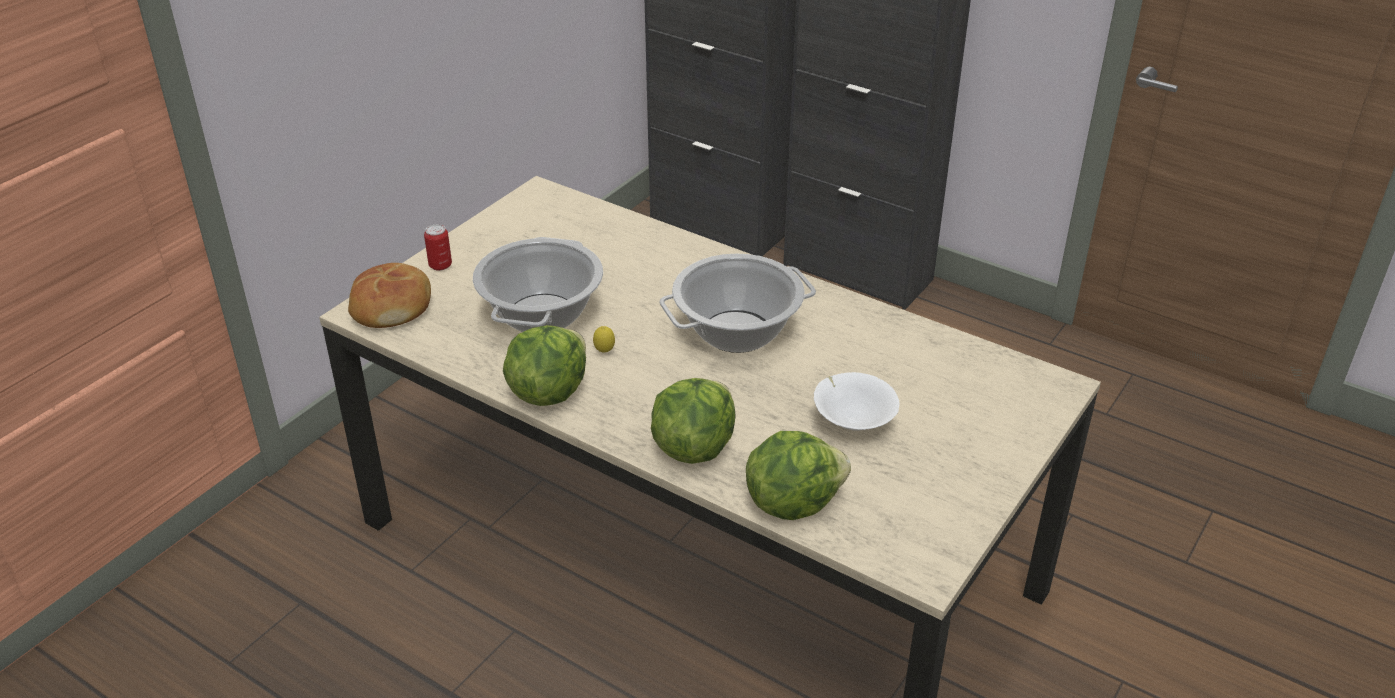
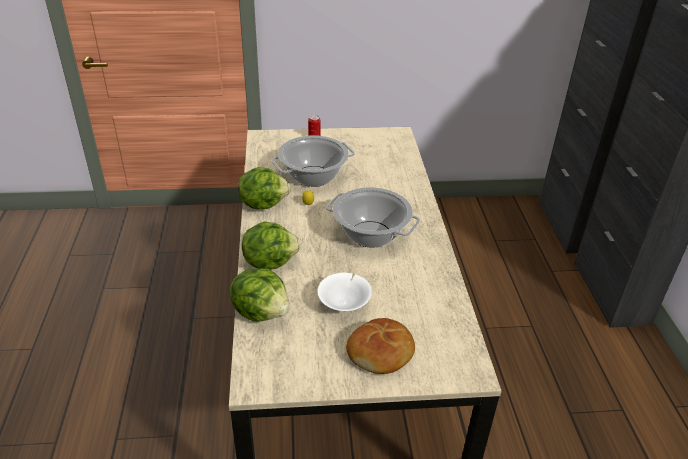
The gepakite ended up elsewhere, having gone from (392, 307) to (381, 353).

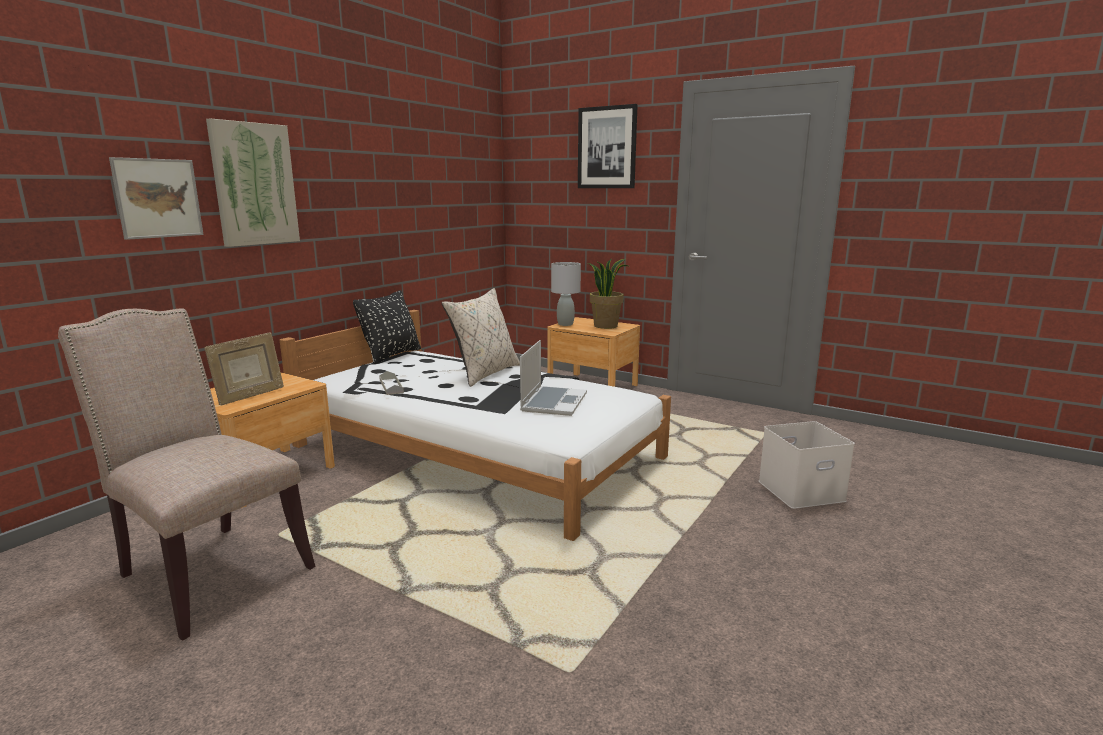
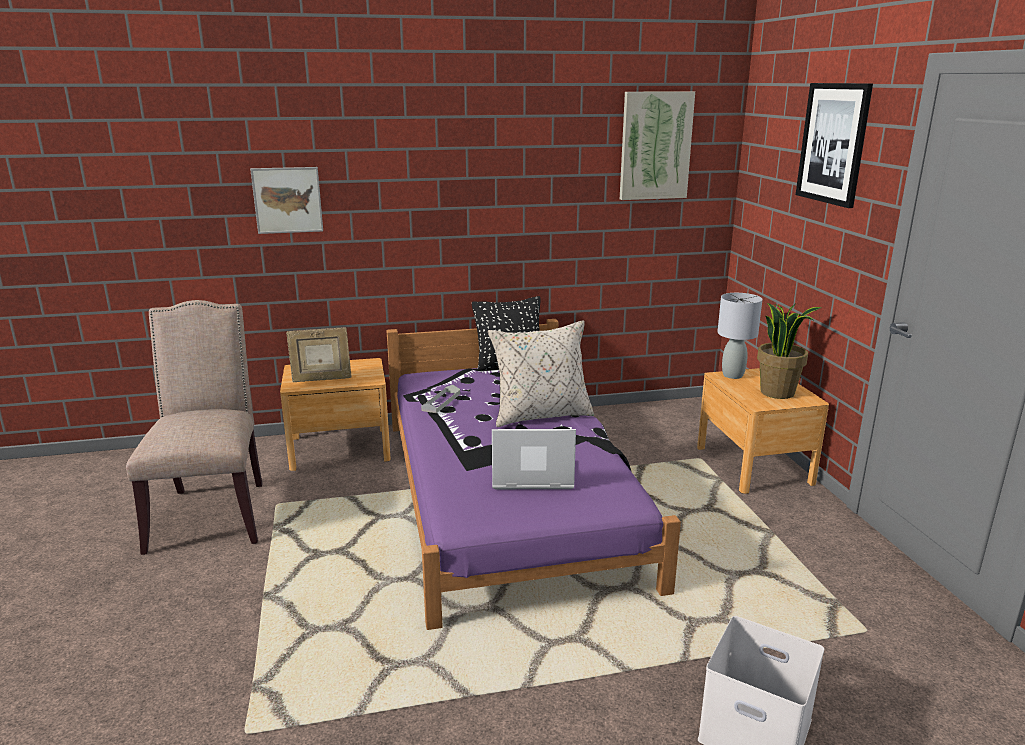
The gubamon ended up elsewhere, having gone from (254, 184) to (655, 146). What was the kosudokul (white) at (476, 451) turned into the kosudokul (purple) at (506, 495). The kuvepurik at (553, 402) ended up facing another way, 150 degrees counterclockwise from before.

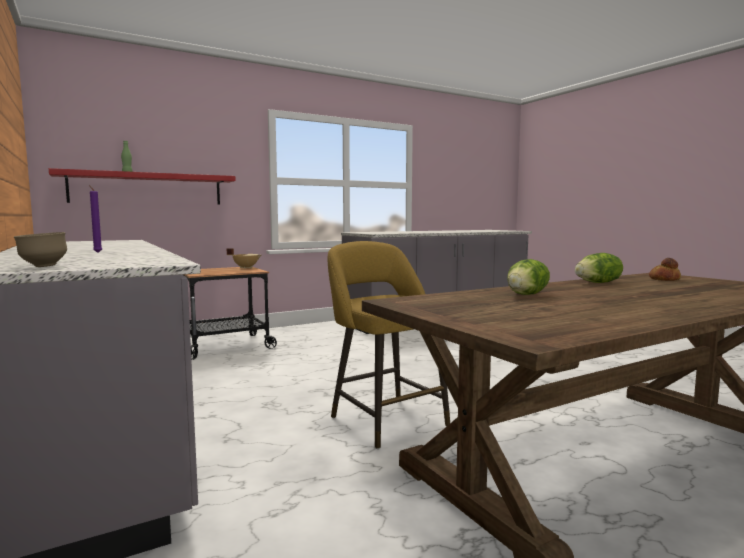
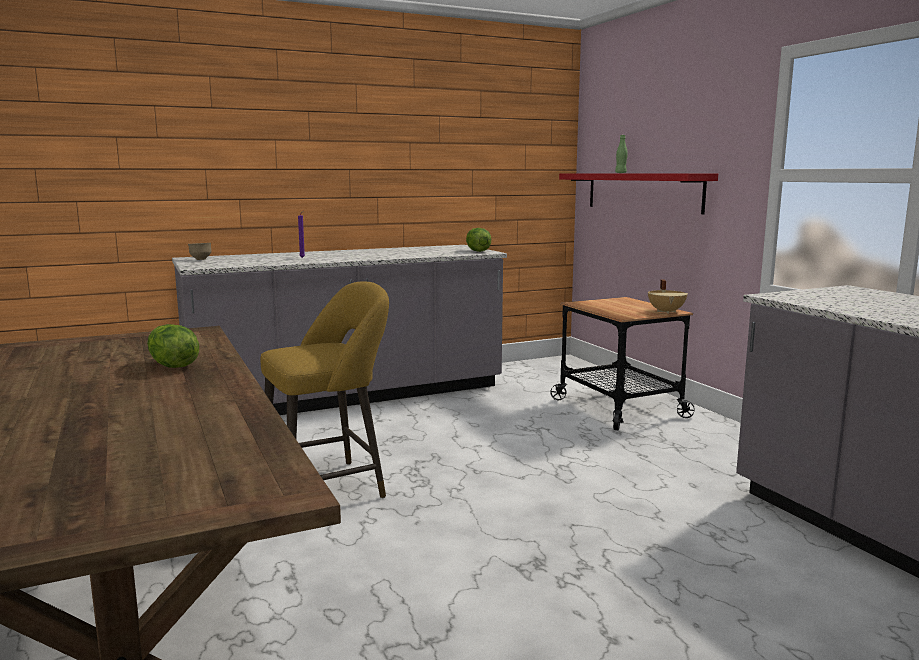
The second view lost the gepakite at (664, 279). The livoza ended up elsewhere, having gone from (598, 283) to (477, 251).

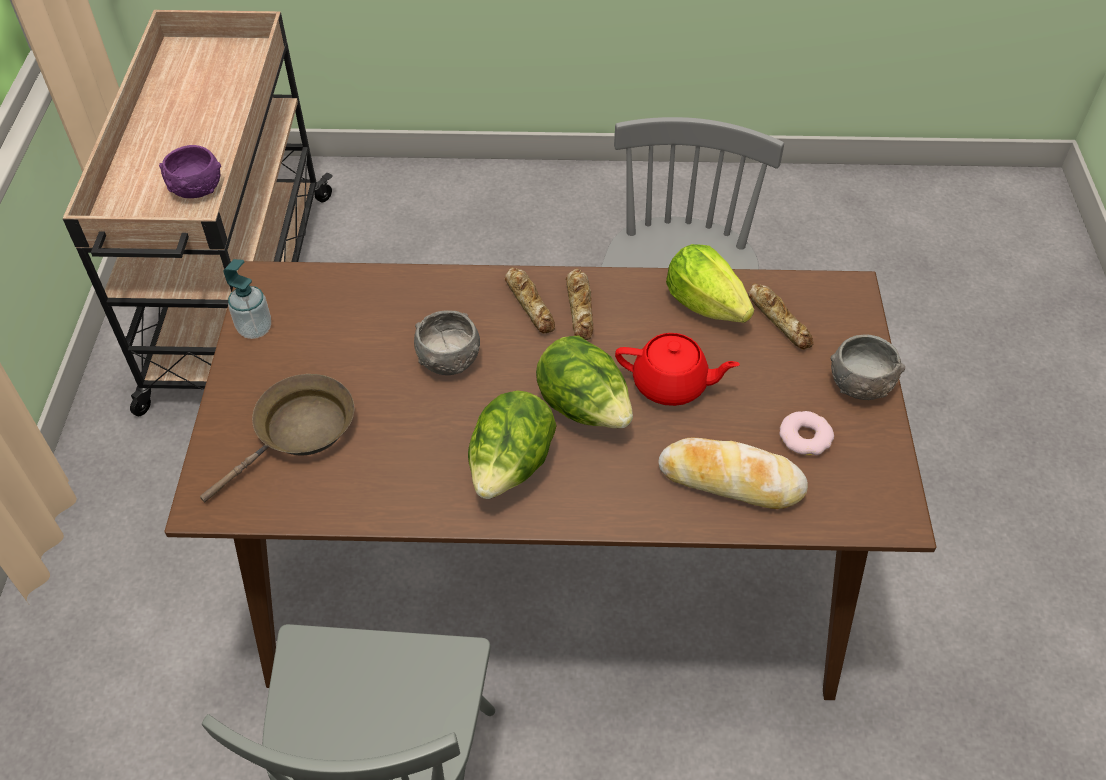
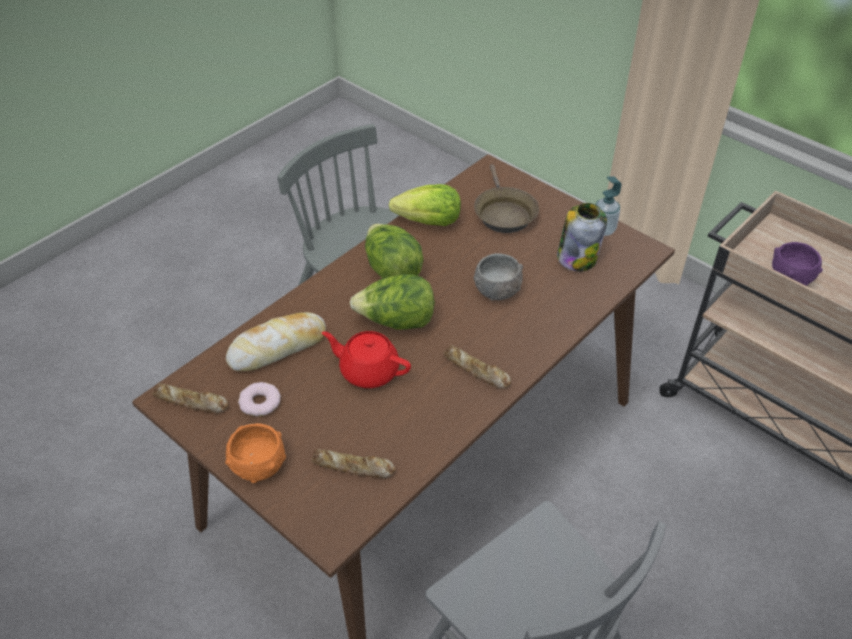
The second view gained the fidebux at (577, 257). The gepakite ended up elsewhere, having gone from (530, 304) to (191, 402). The livoza ended up elsewhere, having gone from (705, 304) to (429, 222). What was the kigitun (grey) at (860, 383) turned into the kigitun (orange) at (257, 465). The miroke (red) at (671, 384) ended up facing another way, 60 degrees clockwise from before.

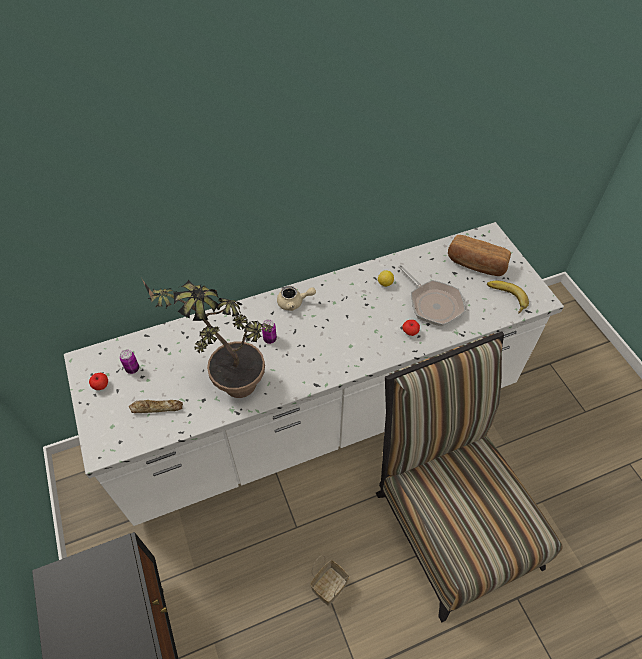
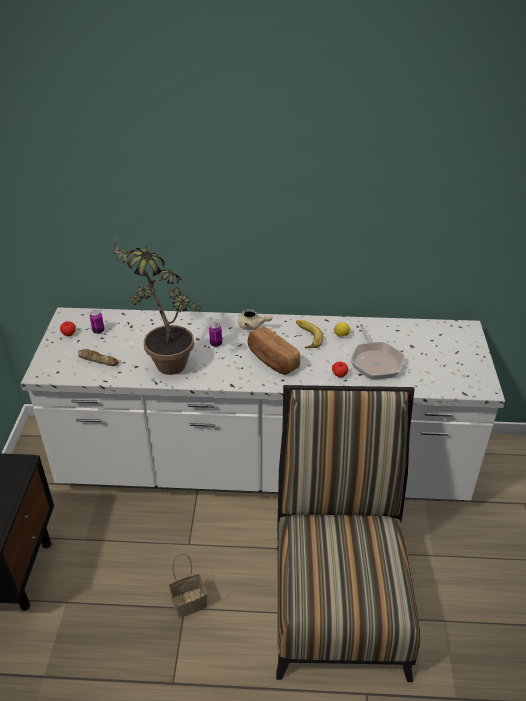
The gepakite ended up elsewhere, having gone from (476, 264) to (272, 360). The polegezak ended up elsewhere, having gone from (505, 298) to (305, 337).

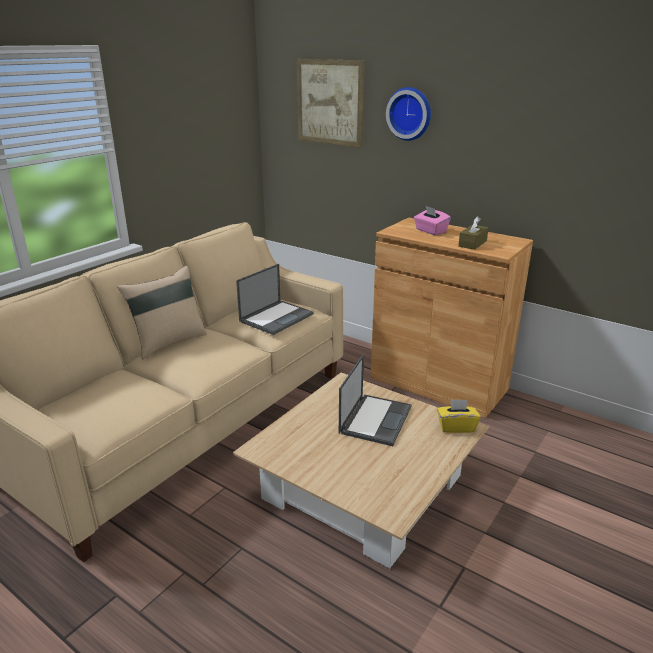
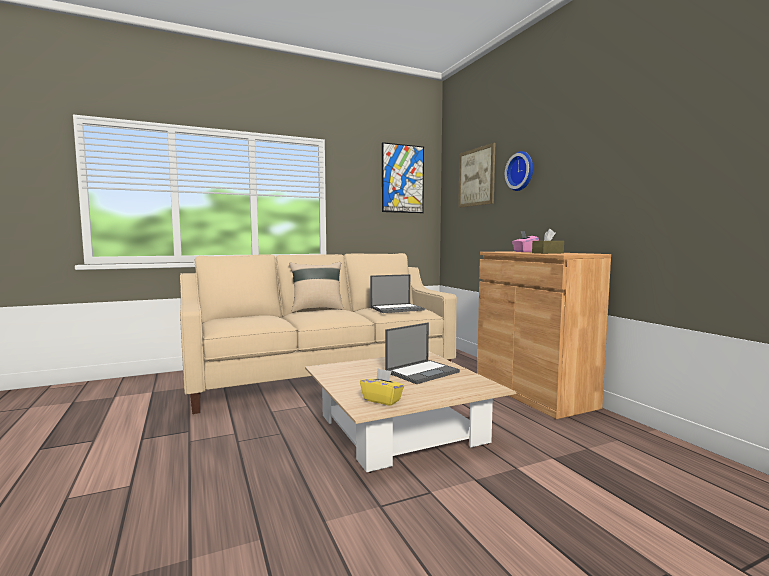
The second view gained the gubamon at (402, 179). The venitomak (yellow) ended up elsewhere, having gone from (456, 427) to (382, 400).

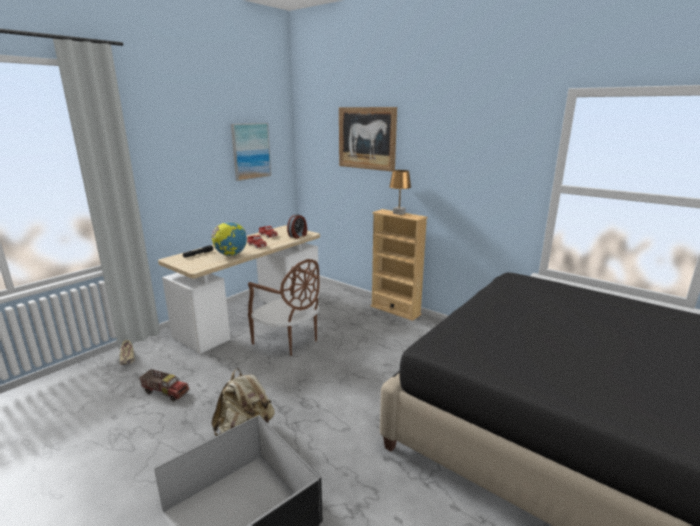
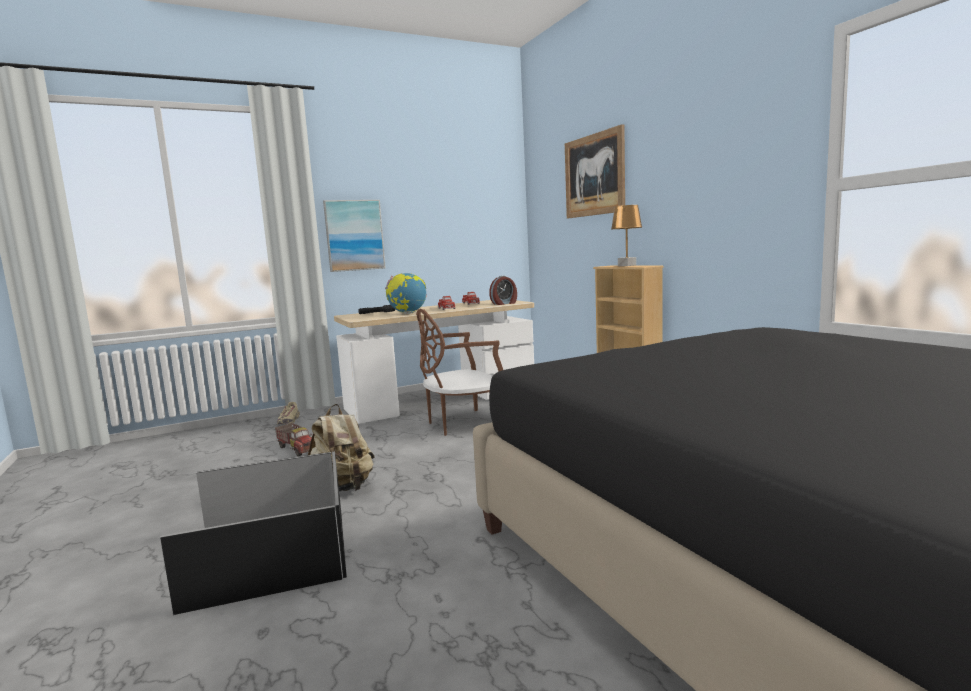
The gubamon ended up elsewhere, having gone from (251, 151) to (354, 235). The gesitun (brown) at (289, 341) ended up facing another way, 90 degrees clockwise from before.

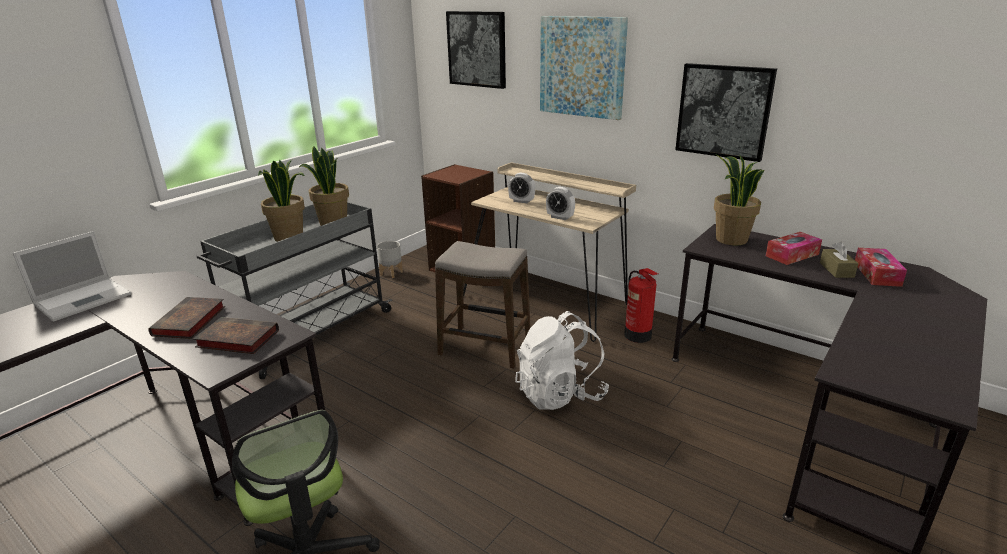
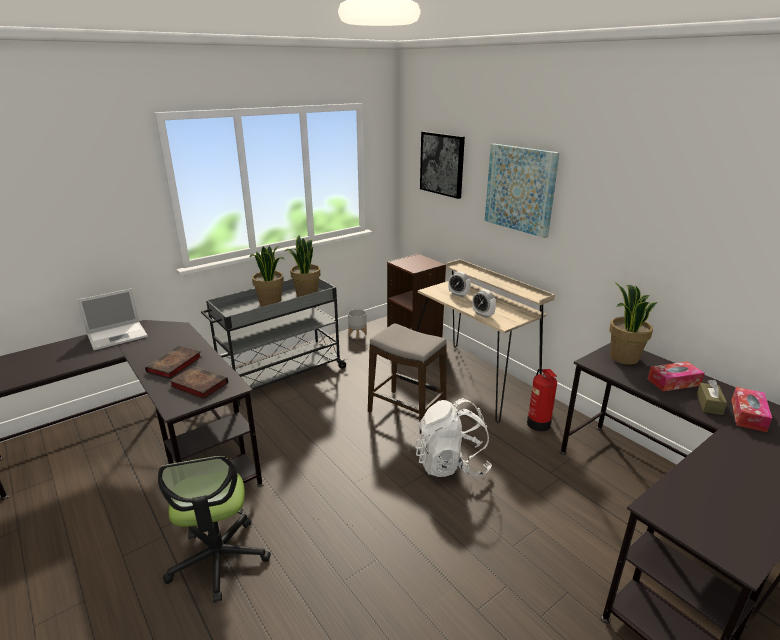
The second view lost the gubamon at (724, 111).

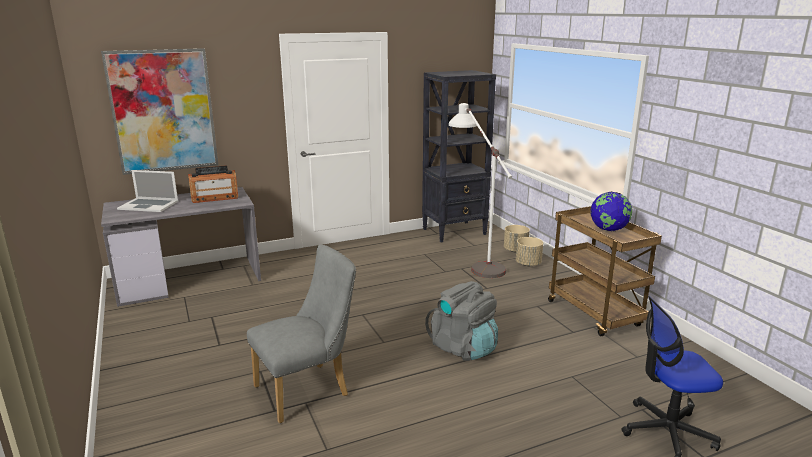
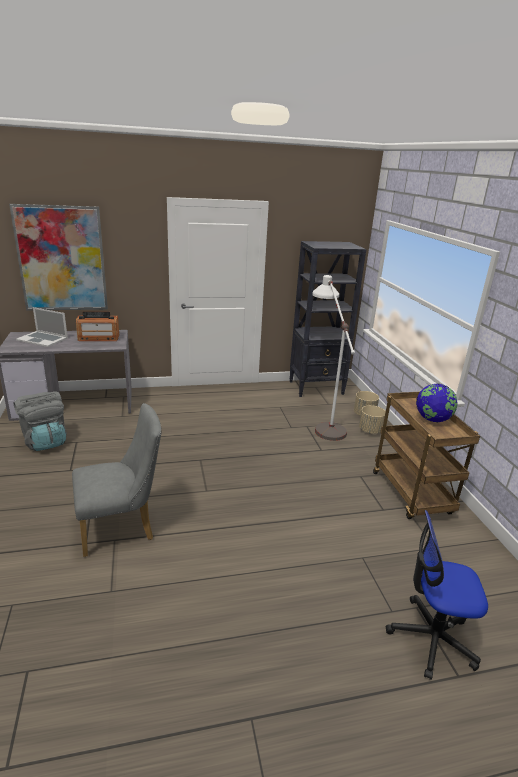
The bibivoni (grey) ended up elsewhere, having gone from (463, 348) to (45, 441).

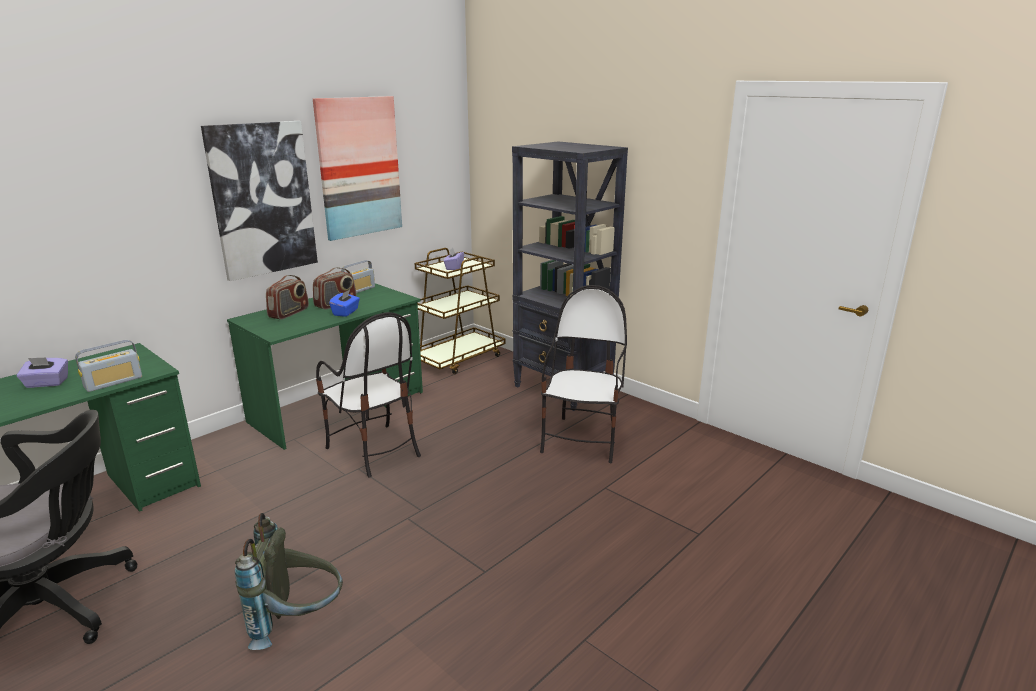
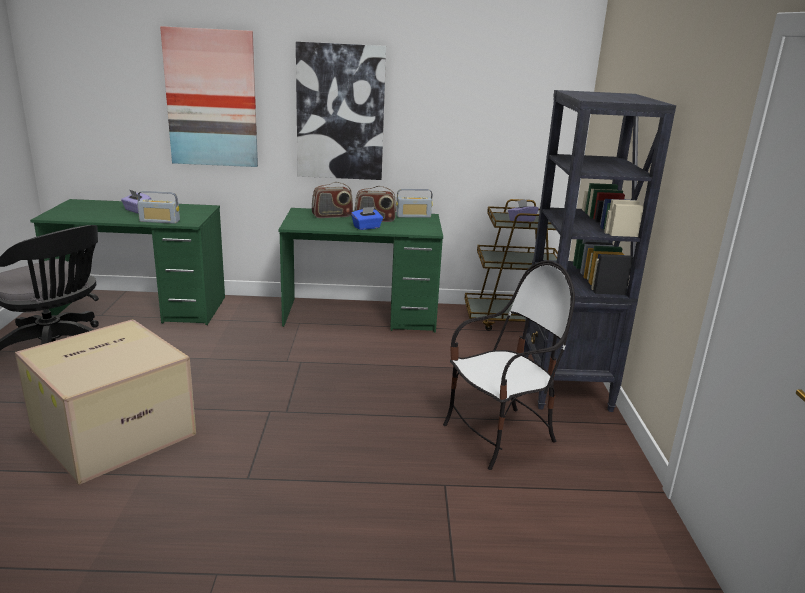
The second view lost the gesitun at (374, 450). The gubamon ended up elsewhere, having gone from (359, 167) to (211, 98). Where the bibivoni (grey) stood at (298, 622), the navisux came to stand at (114, 430).

